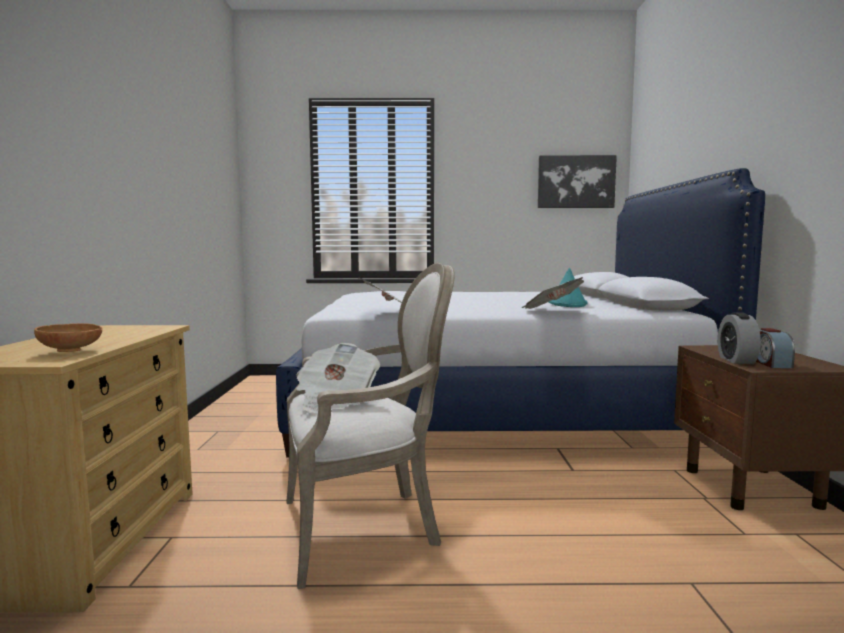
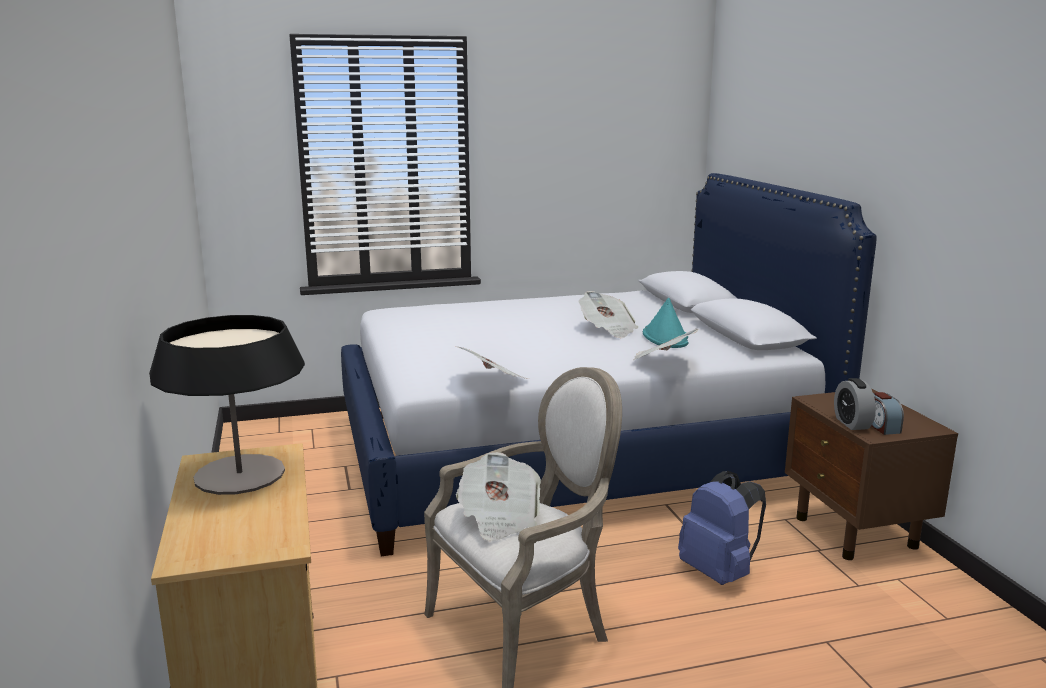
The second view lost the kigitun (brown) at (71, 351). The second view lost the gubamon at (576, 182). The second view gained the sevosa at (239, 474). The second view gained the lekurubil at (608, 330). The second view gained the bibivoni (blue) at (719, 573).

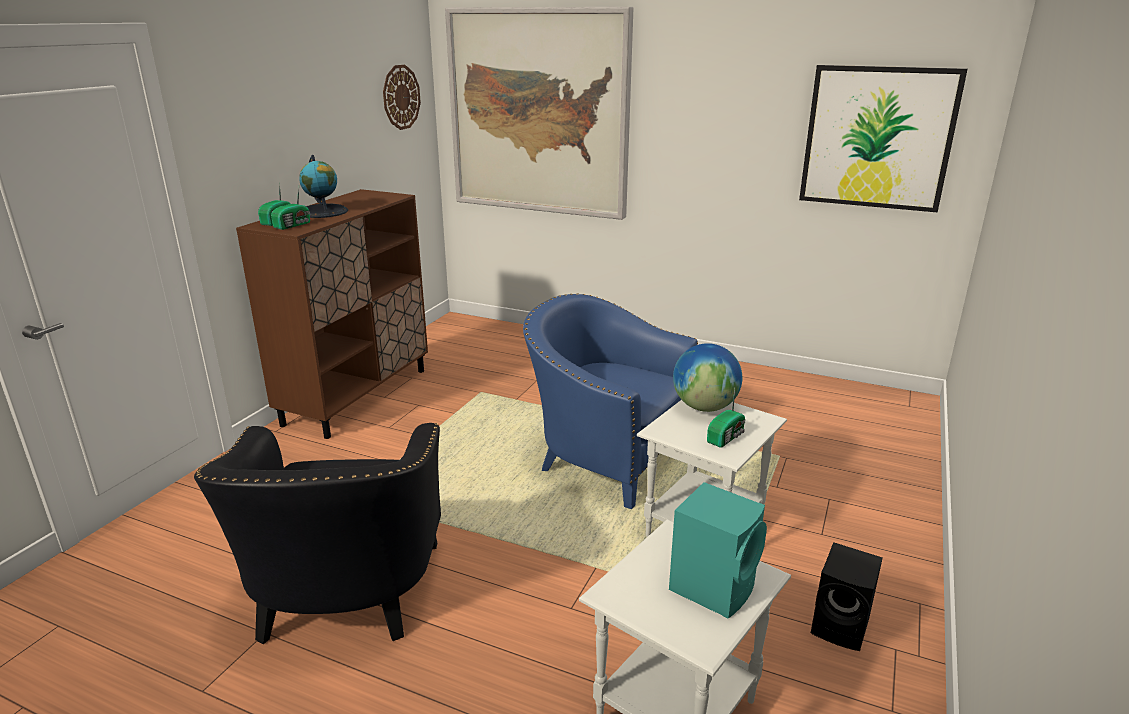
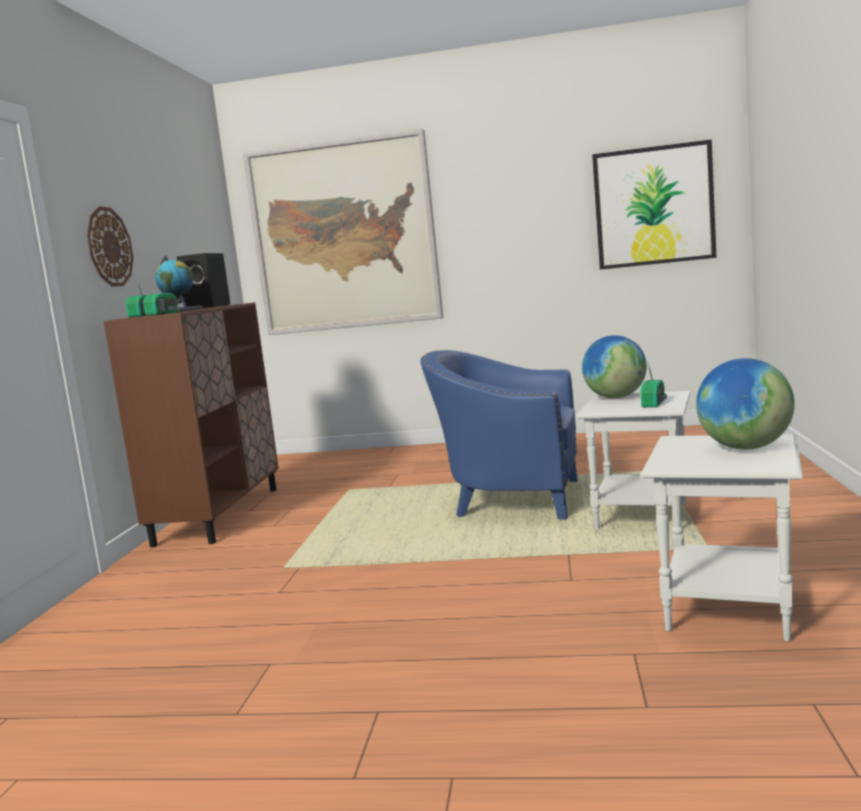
The second view lost the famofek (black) at (343, 598). The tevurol ended up elsewhere, having gone from (401, 97) to (109, 247). The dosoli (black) ended up elsewhere, having gone from (842, 627) to (209, 307). Where the dosoli (turquoise) stood at (714, 586), the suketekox came to stand at (745, 448).

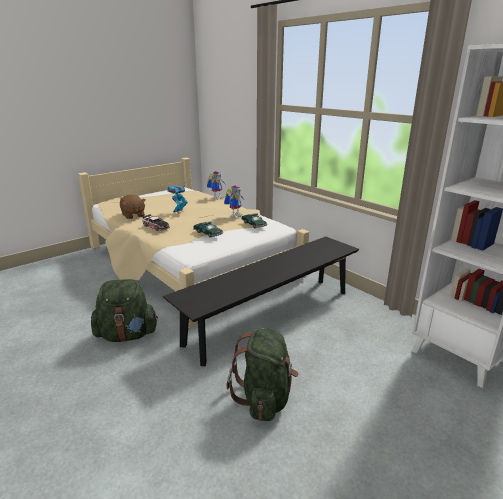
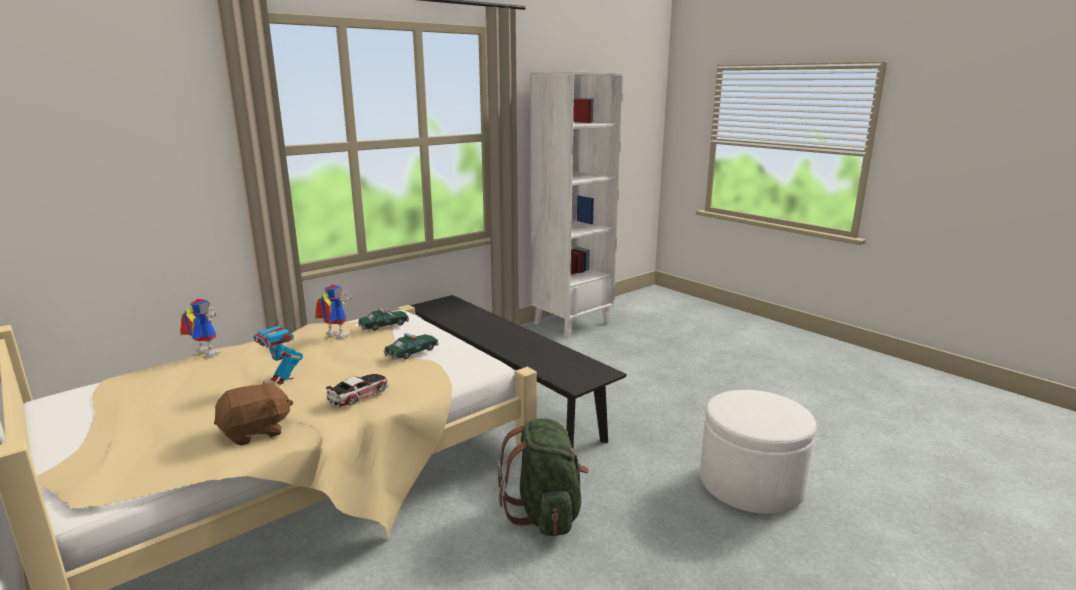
The second view lost the bibivoni (green) at (264, 398). The second view gained the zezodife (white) at (751, 484).

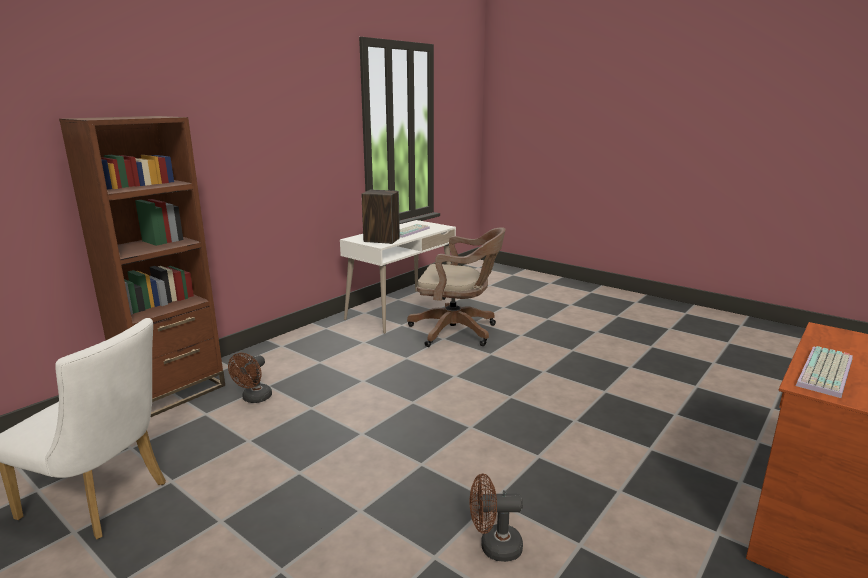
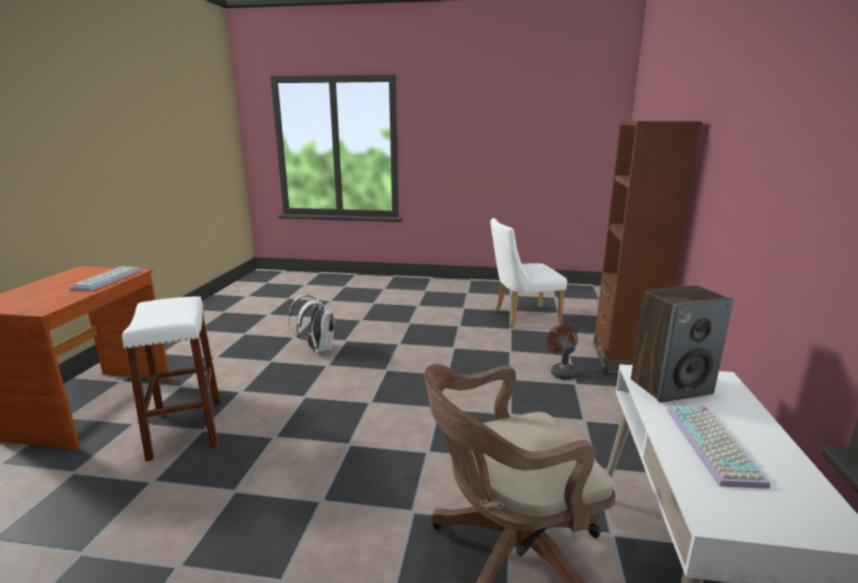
The second view gained the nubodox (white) at (186, 429). Where the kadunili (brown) stood at (494, 547), the bibivoni (white) came to stand at (318, 349).

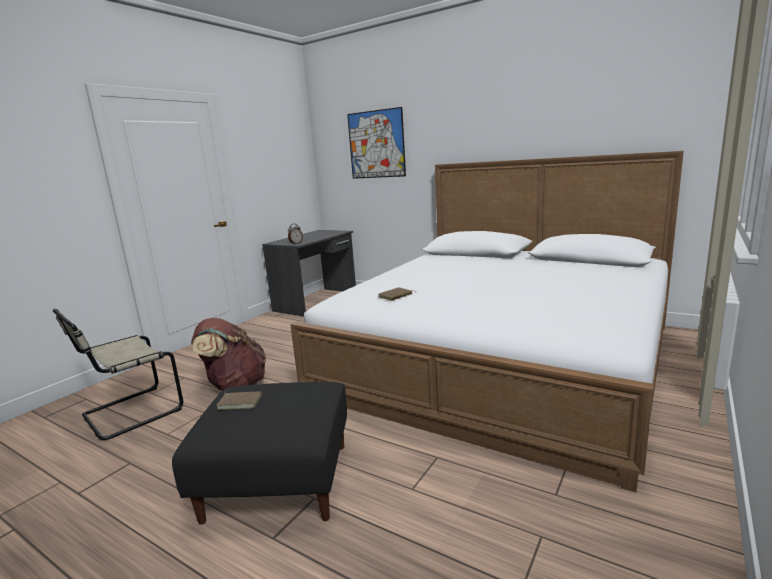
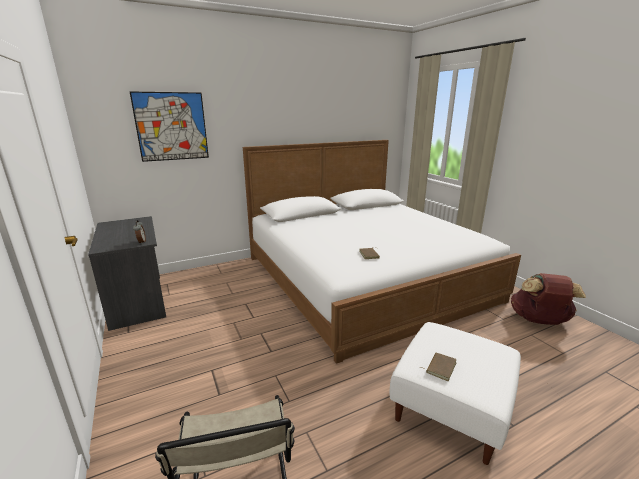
The bibivoni (brown) ended up elsewhere, having gone from (235, 385) to (539, 321). What was the zezodife (black) at (278, 482) turned into the zezodife (white) at (451, 408).

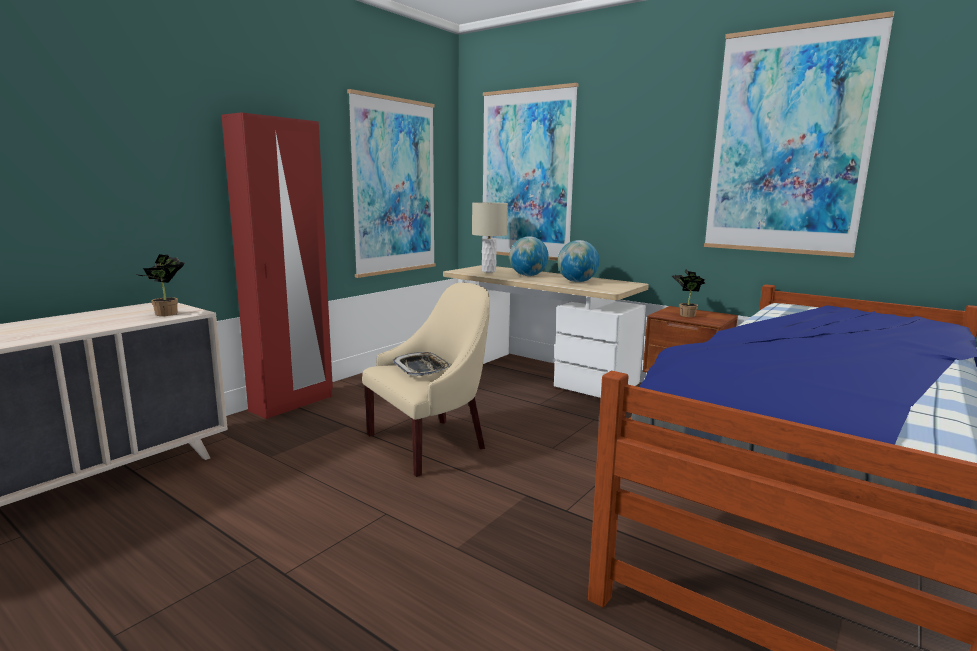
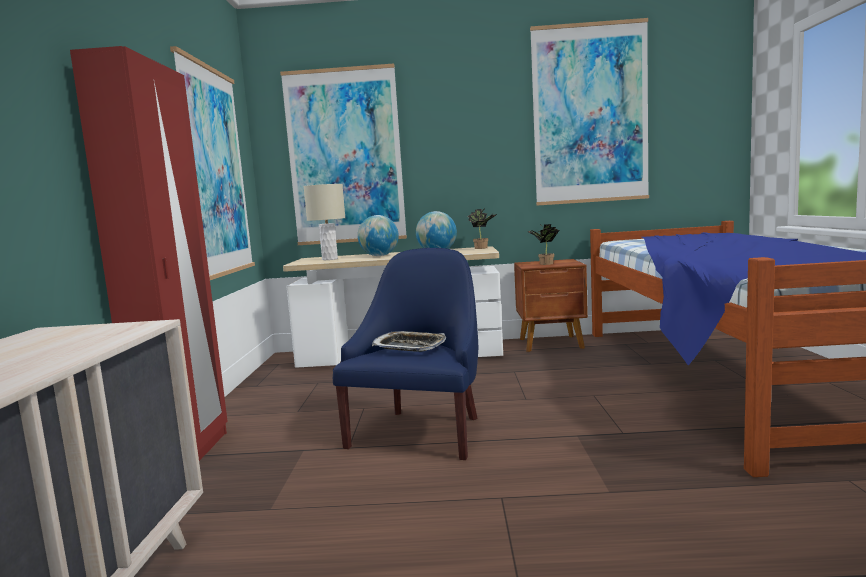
The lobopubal ended up elsewhere, having gone from (167, 314) to (483, 248). What was the famofek (beige) at (430, 443) turned into the famofek (blue) at (421, 432).

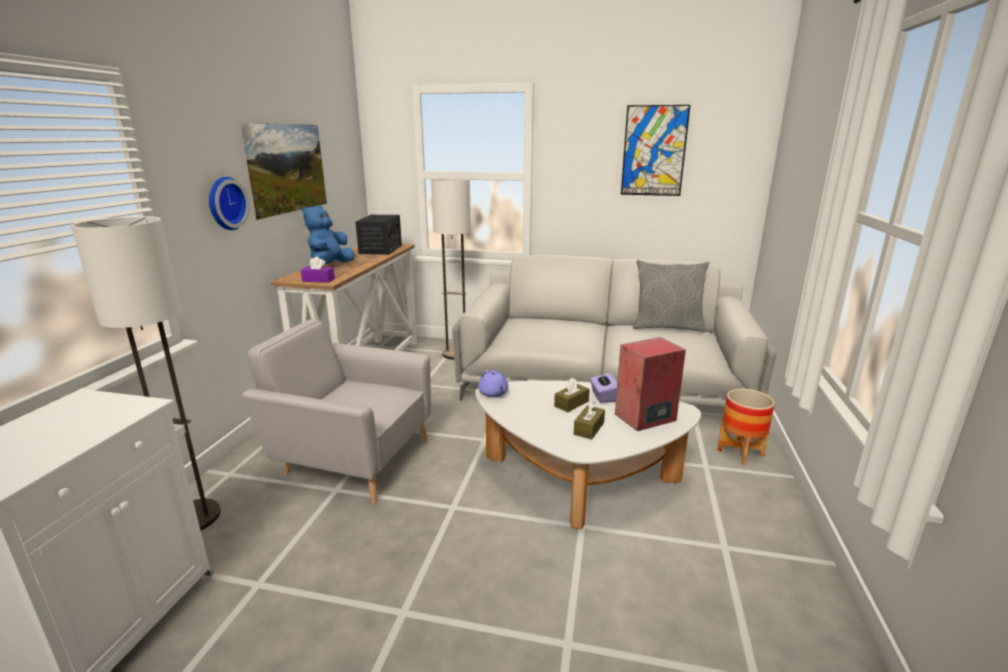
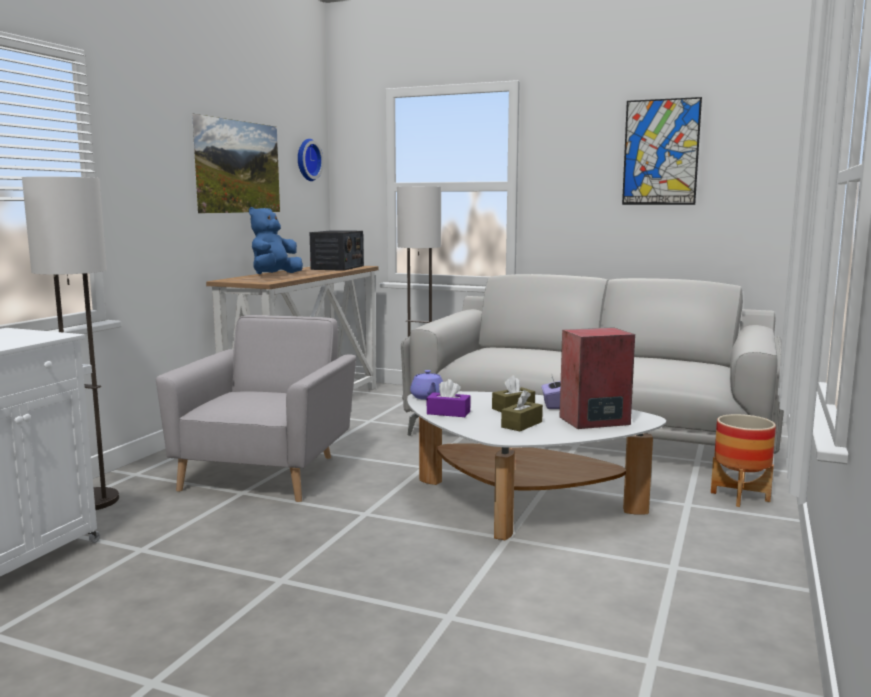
The second view lost the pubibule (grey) at (667, 326). The tevurol ended up elsewhere, having gone from (225, 203) to (307, 160). The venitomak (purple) ended up elsewhere, having gone from (318, 280) to (448, 413). The famofek (grey) at (352, 459) ended up facing another way, 75 degrees clockwise from before.

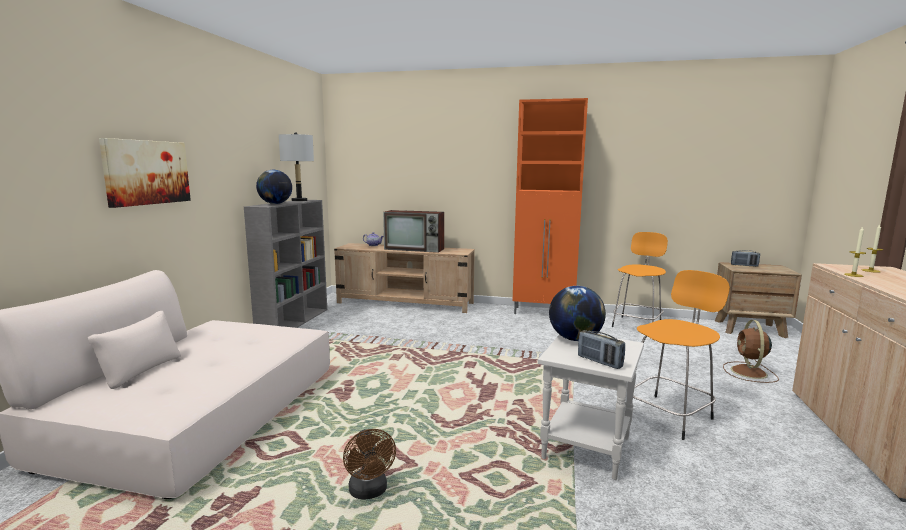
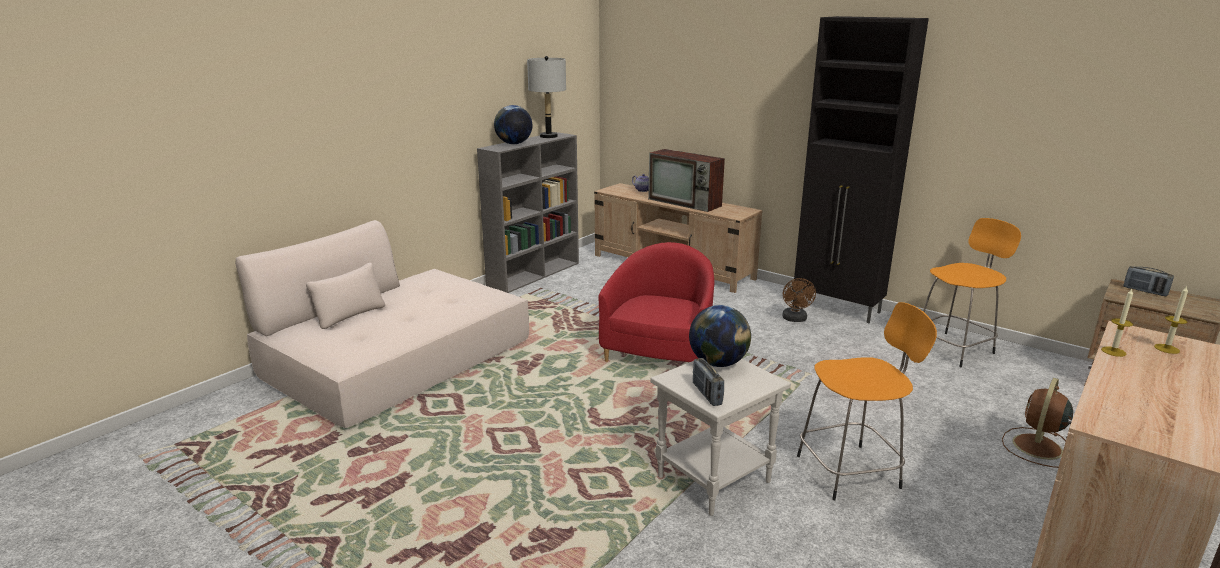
The second view lost the gubamon at (147, 172). The second view gained the famofek (red) at (660, 352). The kadunili (brown) ended up elsewhere, having gone from (369, 492) to (795, 319). What was the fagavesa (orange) at (544, 313) turned into the fagavesa (black) at (838, 308).

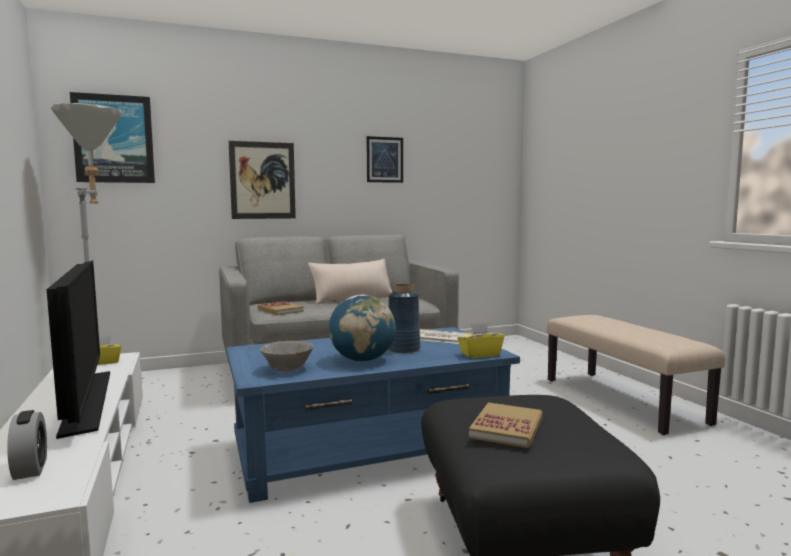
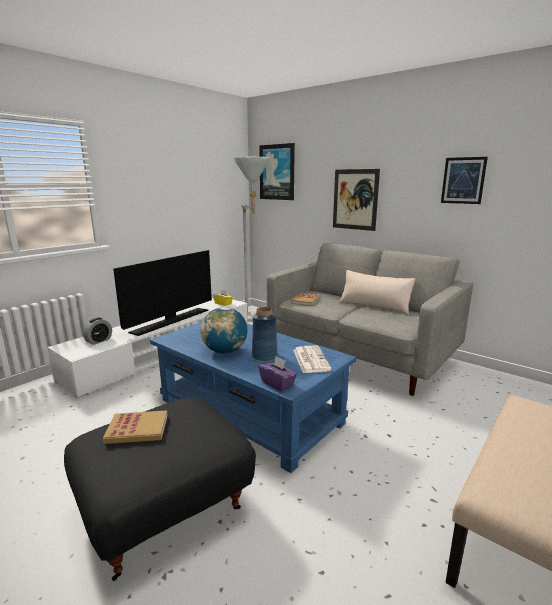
The second view lost the kigitun (grey) at (287, 369). What was the venitomak (yellow) at (480, 354) turned into the venitomak (purple) at (277, 383).

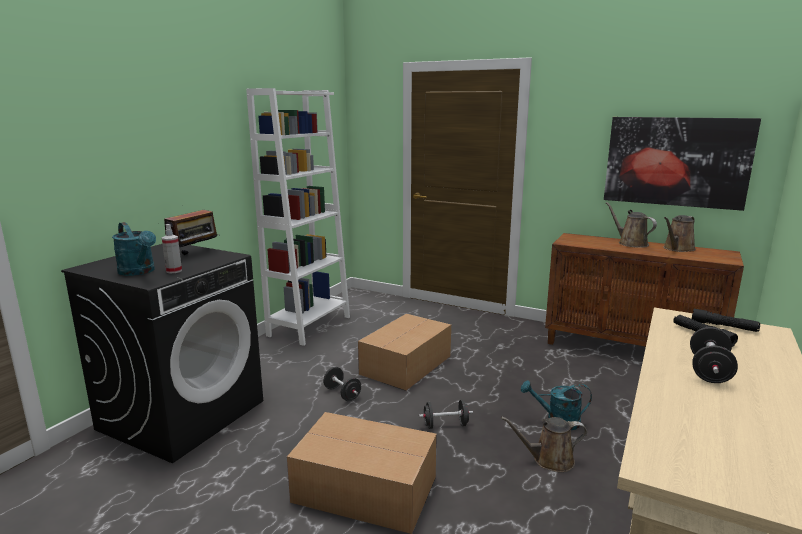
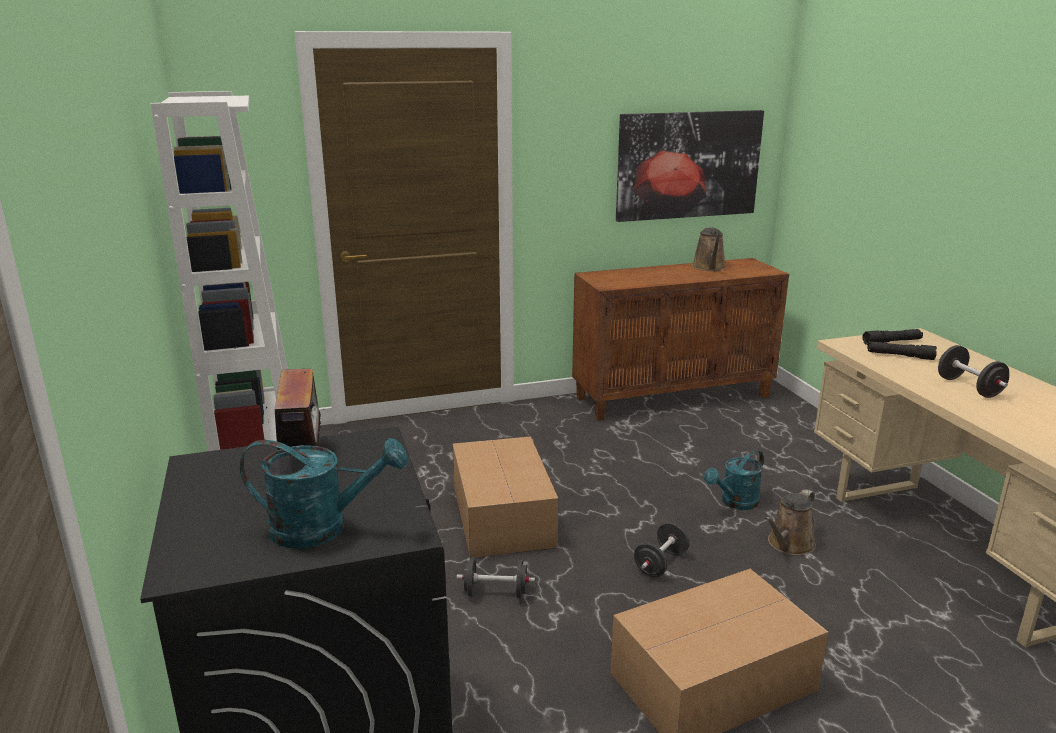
The second view lost the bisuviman at (174, 271). The second view lost the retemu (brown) at (630, 243).

